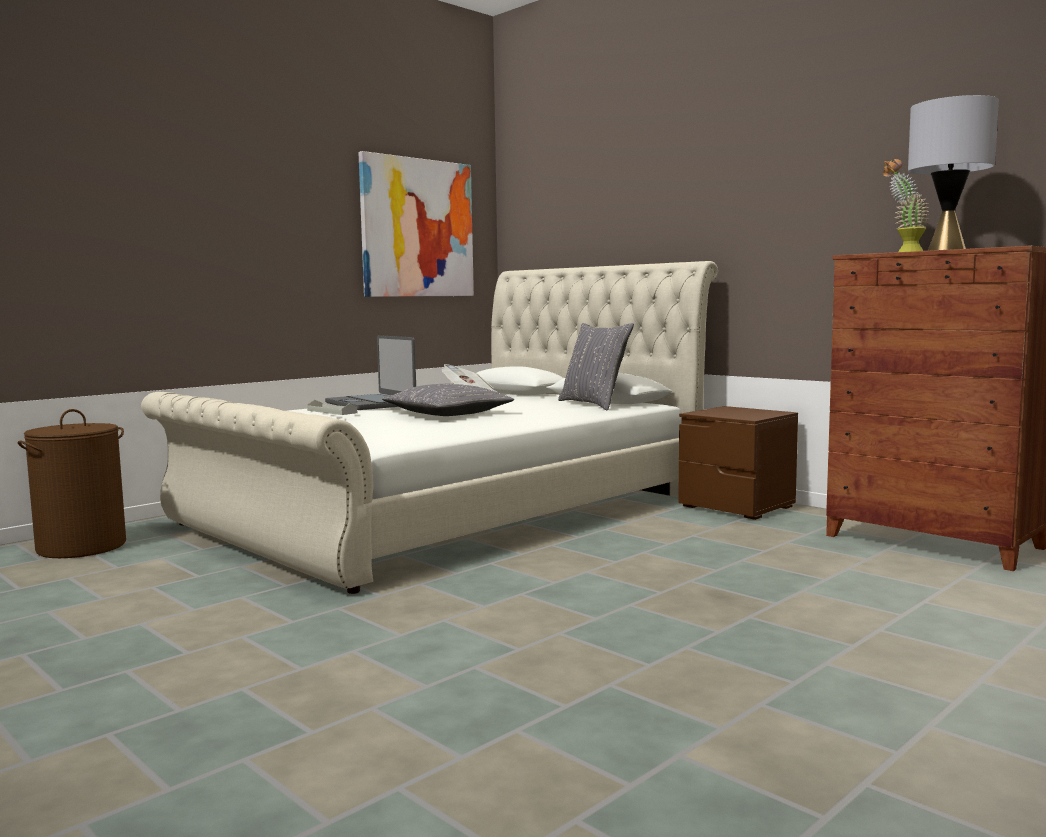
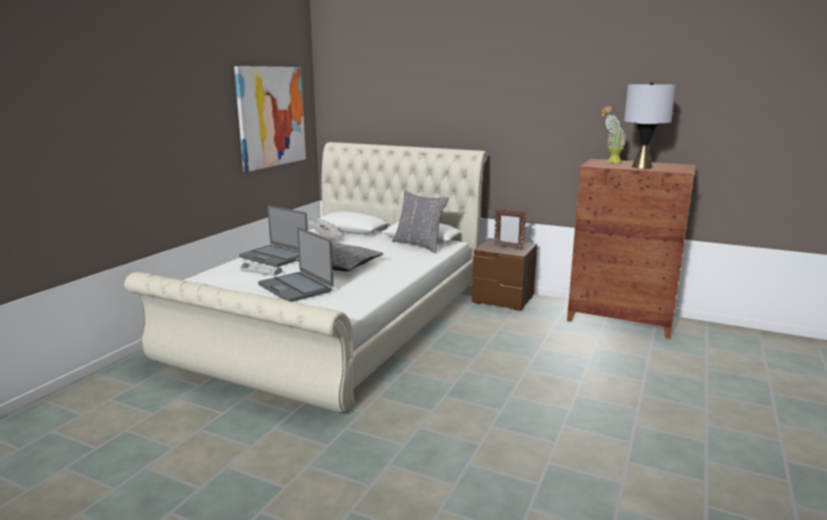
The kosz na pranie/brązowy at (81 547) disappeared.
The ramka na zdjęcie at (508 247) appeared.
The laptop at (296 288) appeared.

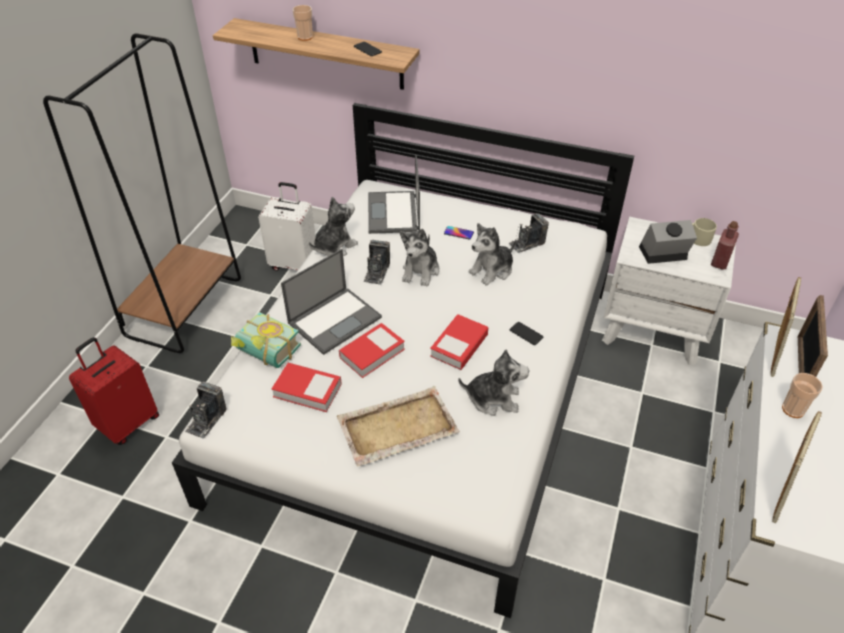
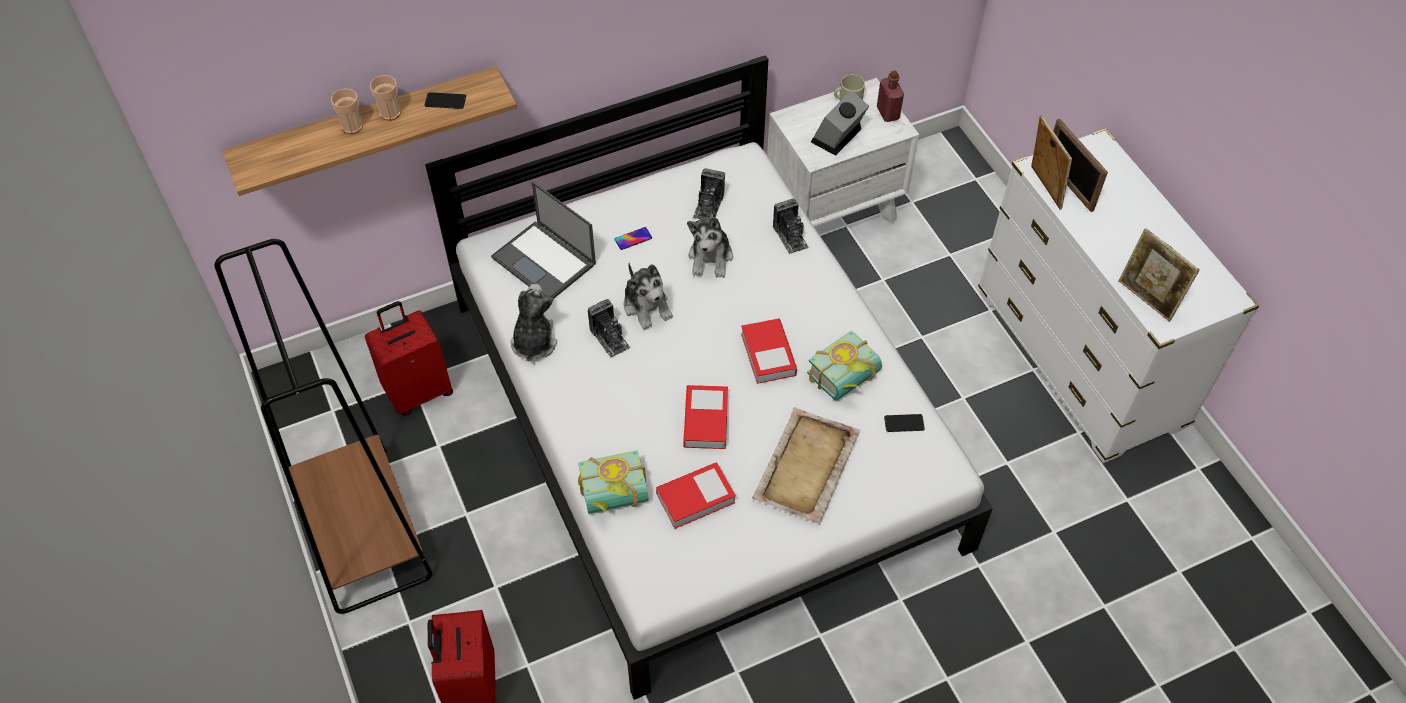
The walizka/biały at (294 263) became the walizka/czerwony at (418 391).
The laptop at (335 319) disappeared.
The telefon moved from (526 334) to (904 423).
The pluszak at (493 398) was replaced by the książka at (847 380).
The filiżanka moved from (793 409) to (390 113).
The aparat fotograficzny moved from (206 420) to (790 236).
The ramka na zdjęcie at (781 493) turned 150 degrees clockwise.

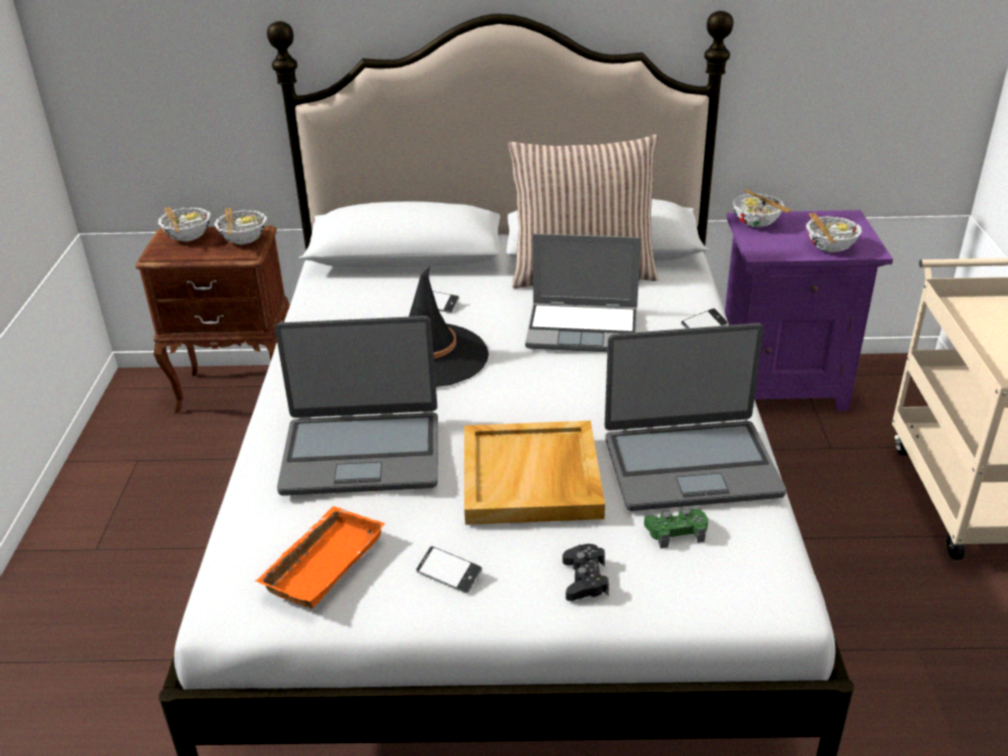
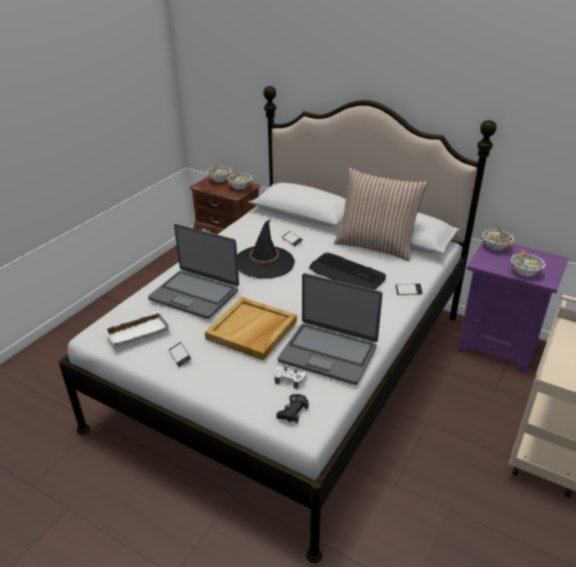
The laptop at (584 329) was replaced by the klawiatura at (347 273).
The taca/pomarańczowy at (322 561) became the taca/biały at (138 331).
The pad do gier/zielony at (676 532) became the pad do gier/biały at (289 379).
The pad do gier/czarny moved from (585 579) to (293 411).

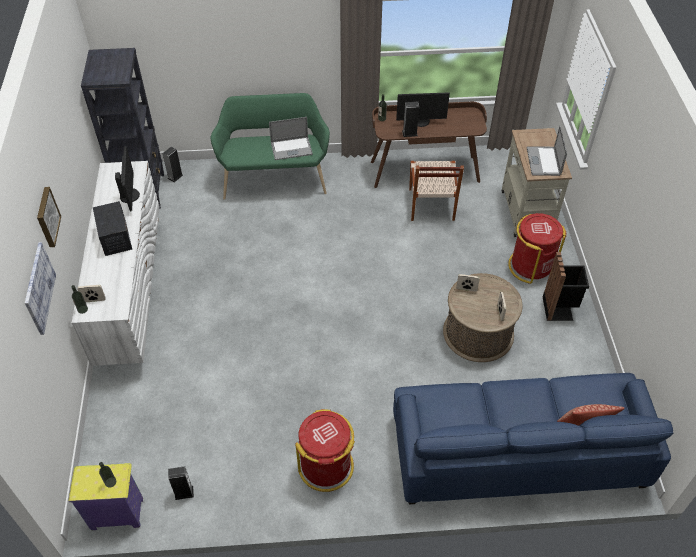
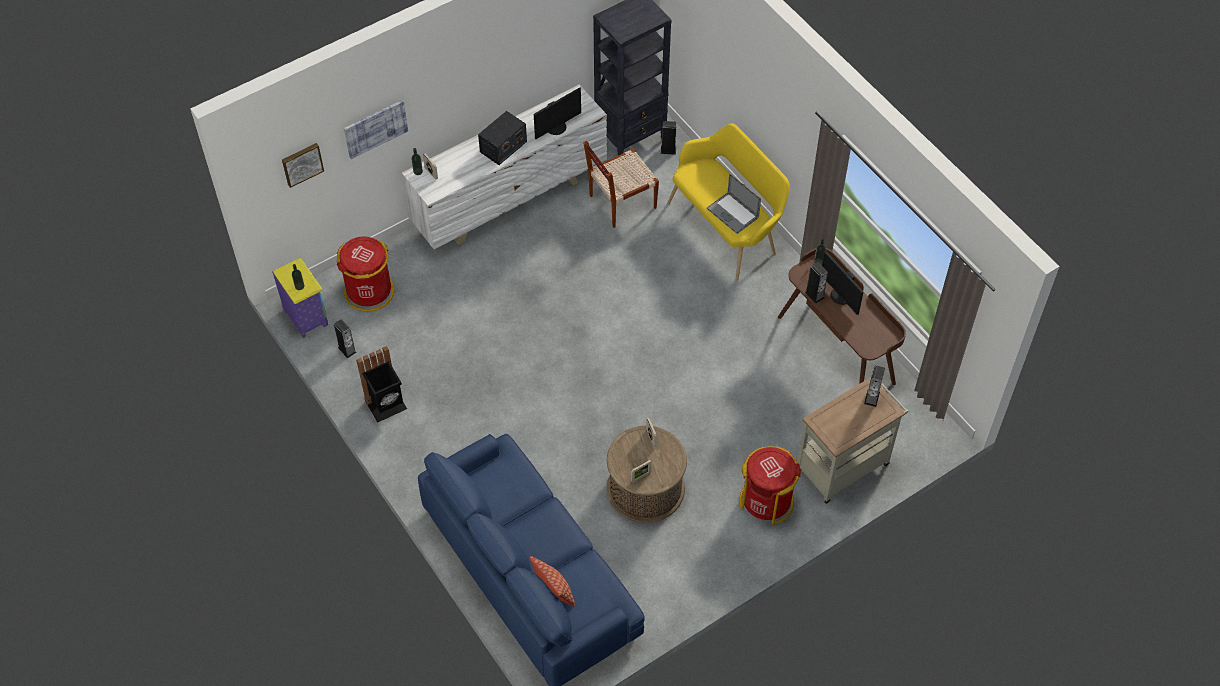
The ławka/zielony at (274 178) became the ławka/żółty at (726 227).
The laptop at (543 161) disappeared.
The krzesło moved from (431 206) to (621 203).
The obraz moved from (47 217) to (302 164).
The kosz na śmieci/czarny moved from (559 308) to (387 406).
The kosz na śmieci/czerwony moved from (326 466) to (369 292).
The głośnik at (872 398) appeared.

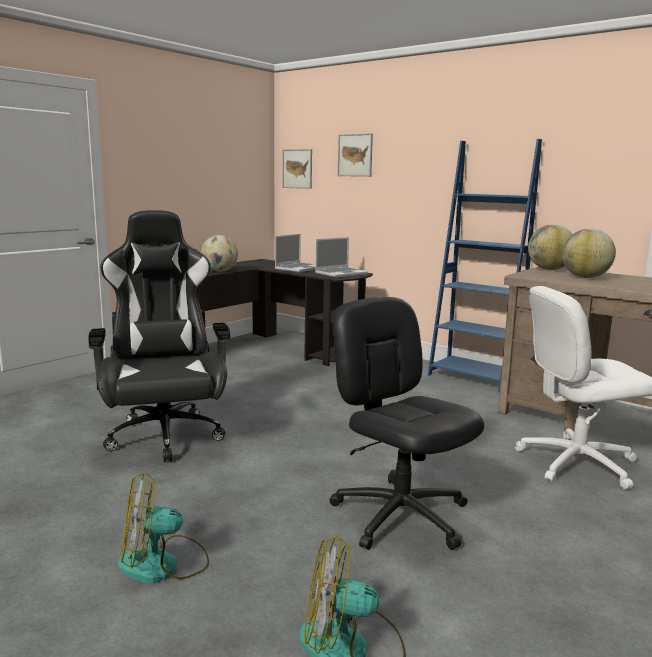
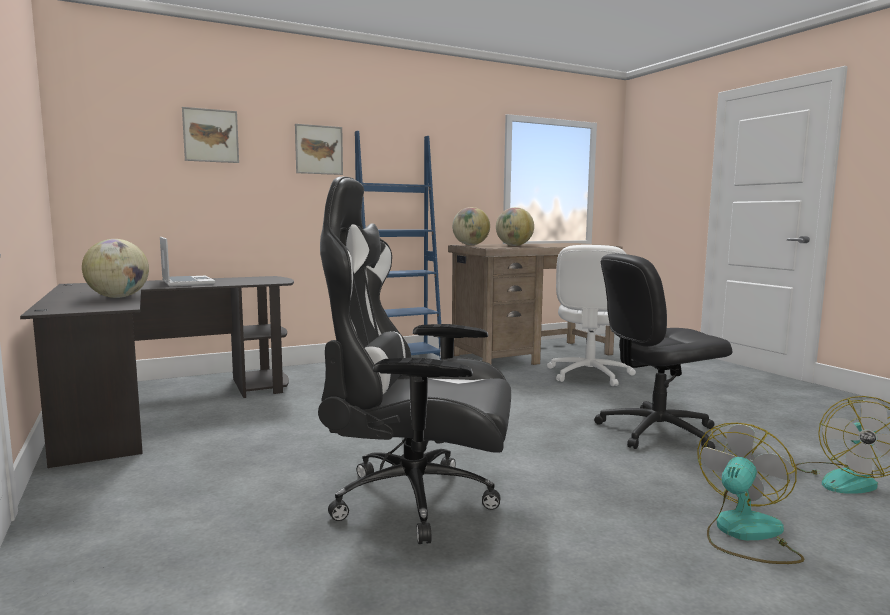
The obraz moved from (297 169) to (319 150).
The laptop at (341 273) disappeared.
The wentylator at (163 565) turned 150 degrees counterclockwise.

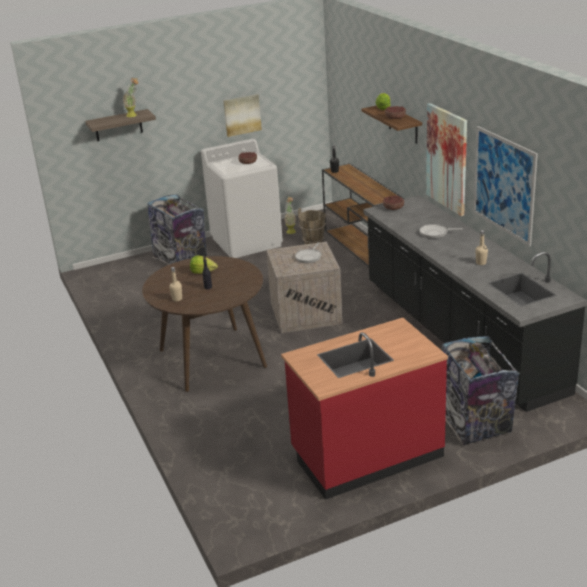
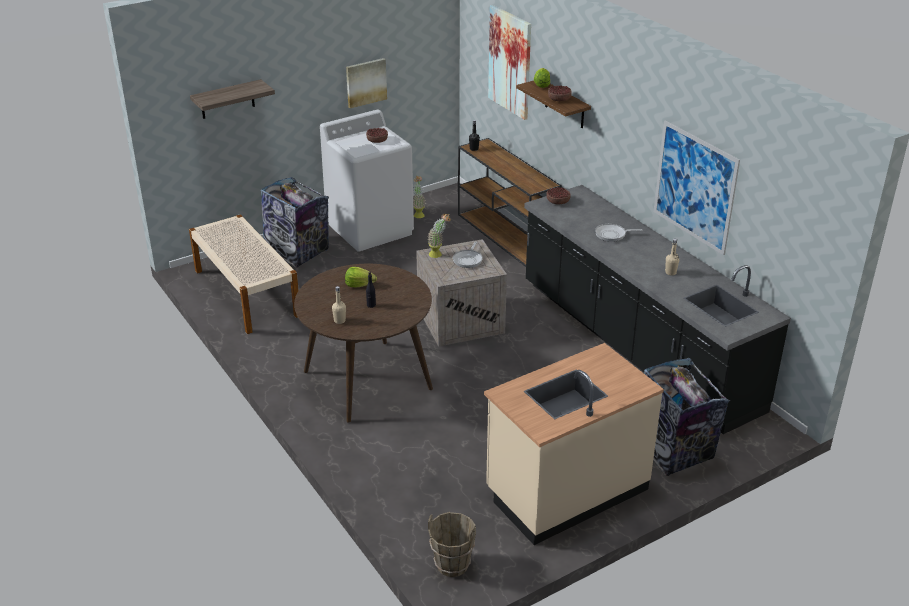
The roślina doniczkowa moved from (134 115) to (438 254).
The obraz moved from (447 159) to (510 62).
The wiadro/brązowy moved from (313 241) to (452 564).
The zabudowa kuchenna/czerwony at (366 454) became the zabudowa kuchenna/beżowy at (566 490).
The ławka/beżowy at (245 293) appeared.

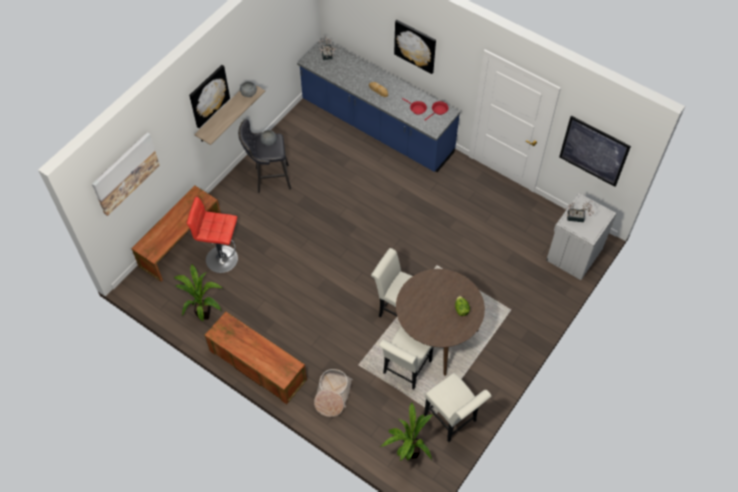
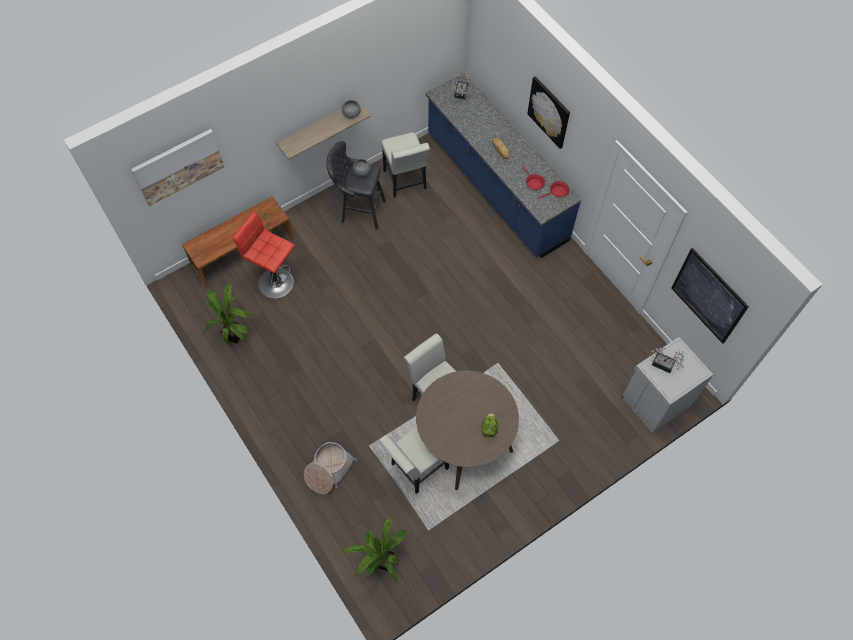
The obraz at (209 96) disappeared.
The ławka/brązowy at (256 365) disappeared.
The krzesło/biały moved from (452 420) to (406 182).

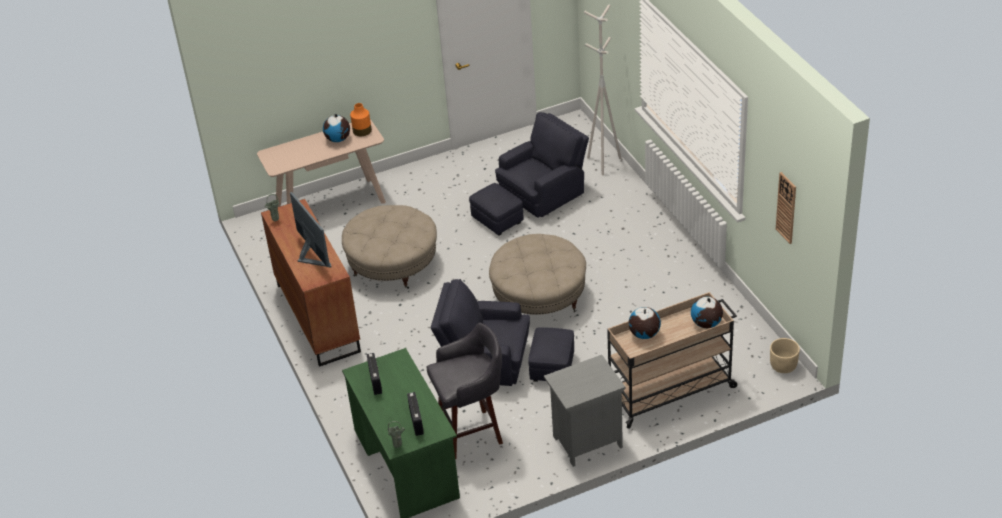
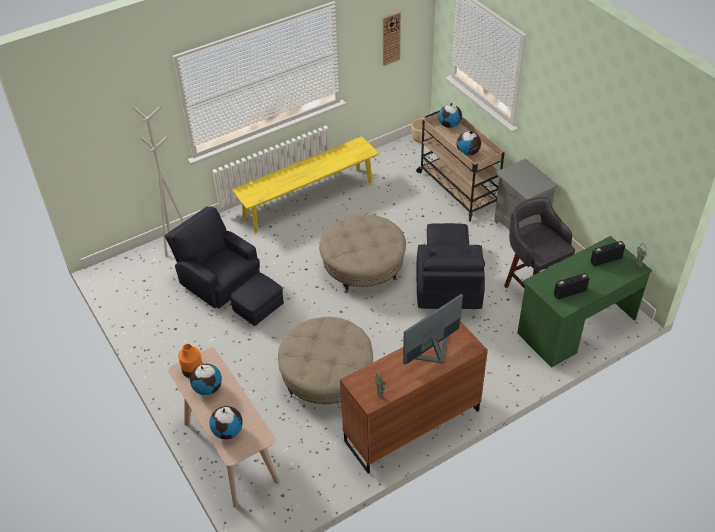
The ławka/żółty at (308 199) appeared.
The globus at (228 431) appeared.

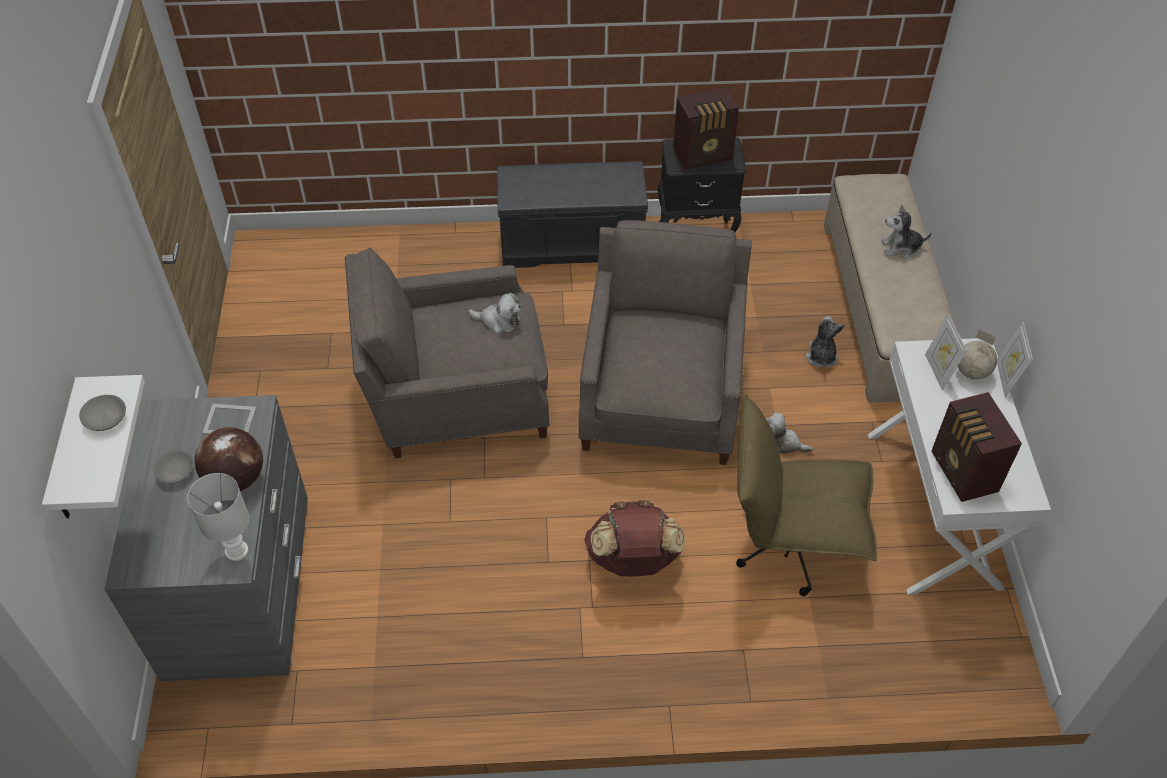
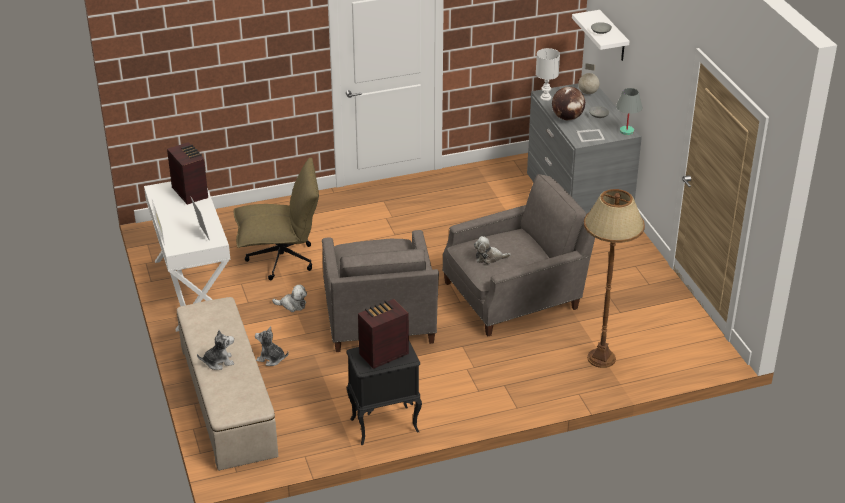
The ławka/szary at (573 242) disappeared.
The pluszak at (821 356) turned 120 degrees clockwise.
The globus moved from (971 372) to (588 93).
The plecak/brązowy at (633 560) disappeared.
The lampa stołowa/szary at (627 131) appeared.
The lampa stojąca/brązowy at (601 358) appeared.

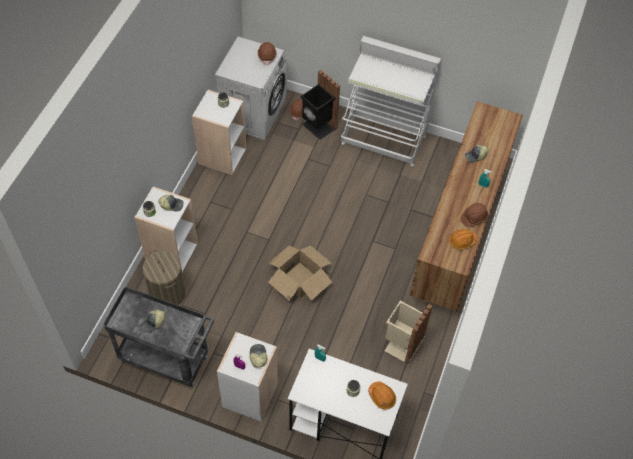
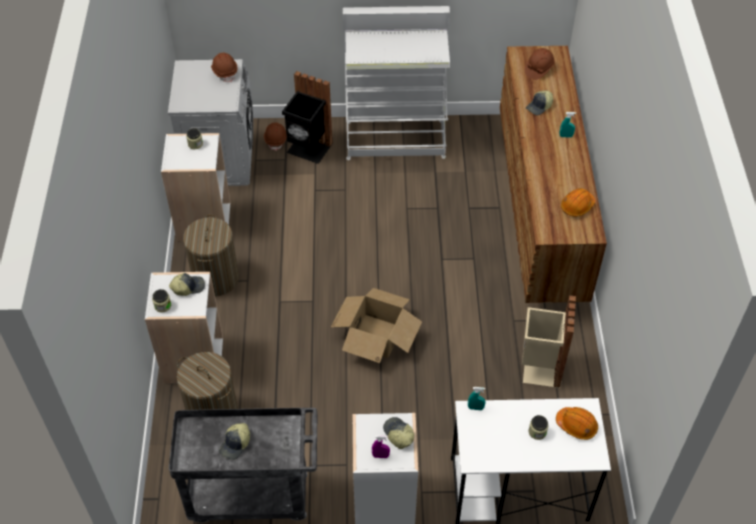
The kask/brązowy moved from (473 218) to (539 69).
The kosz na pranie at (215 278) appeared.

